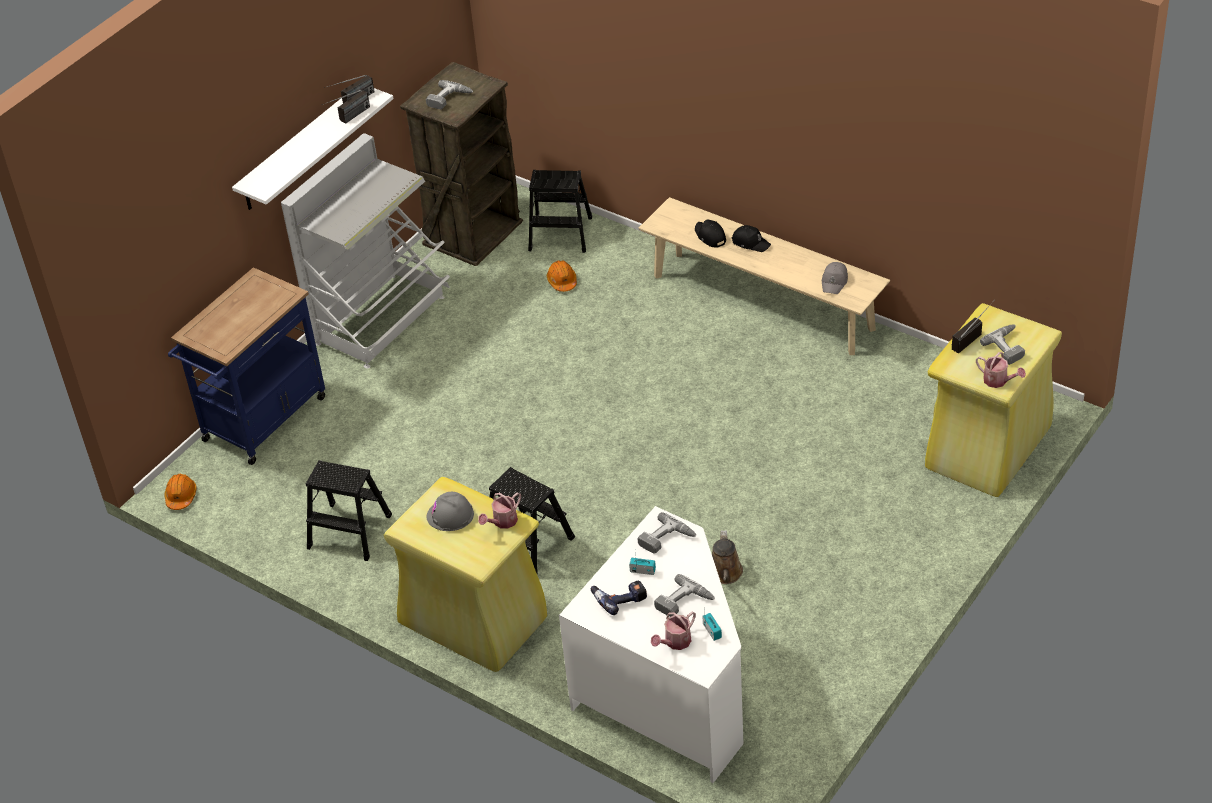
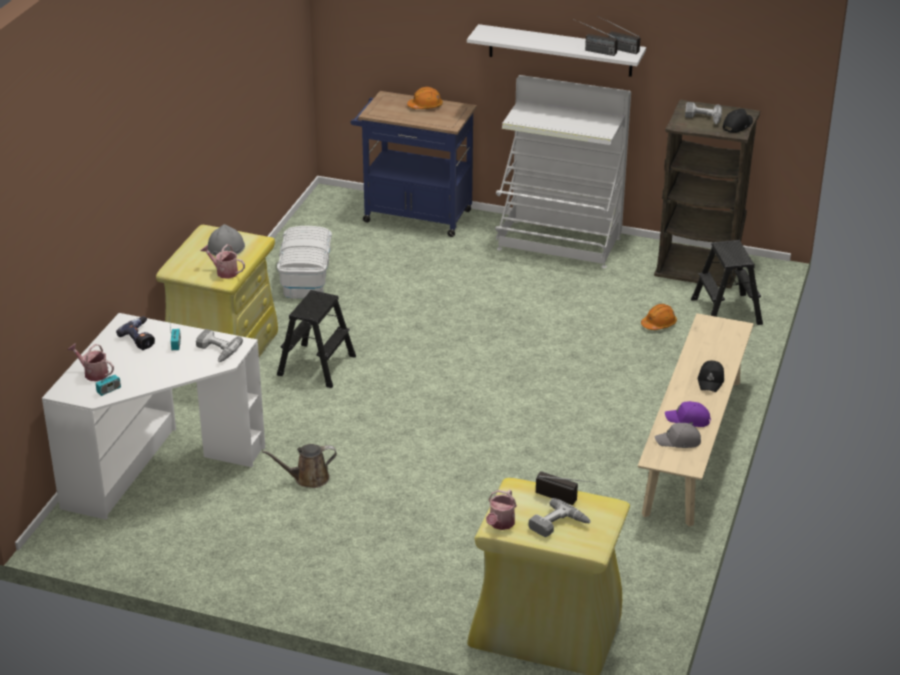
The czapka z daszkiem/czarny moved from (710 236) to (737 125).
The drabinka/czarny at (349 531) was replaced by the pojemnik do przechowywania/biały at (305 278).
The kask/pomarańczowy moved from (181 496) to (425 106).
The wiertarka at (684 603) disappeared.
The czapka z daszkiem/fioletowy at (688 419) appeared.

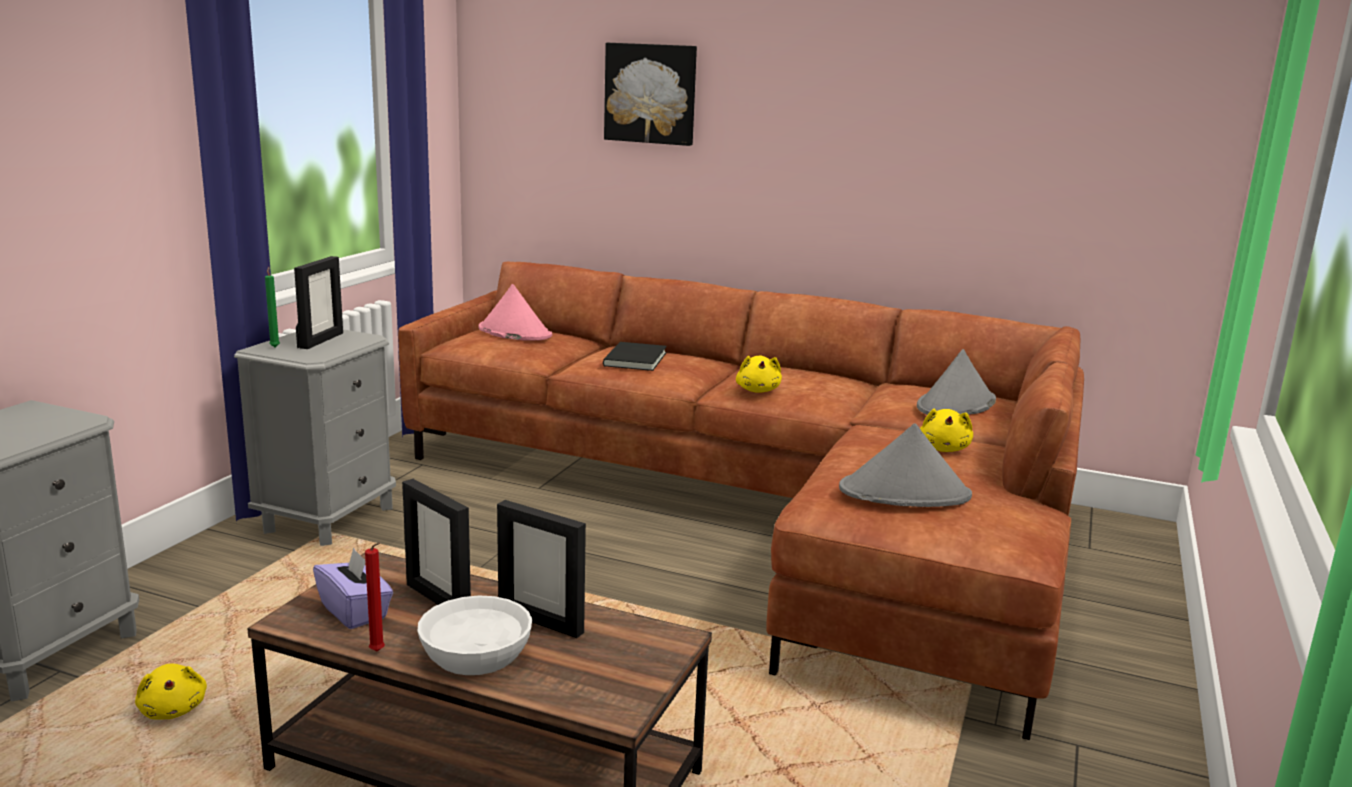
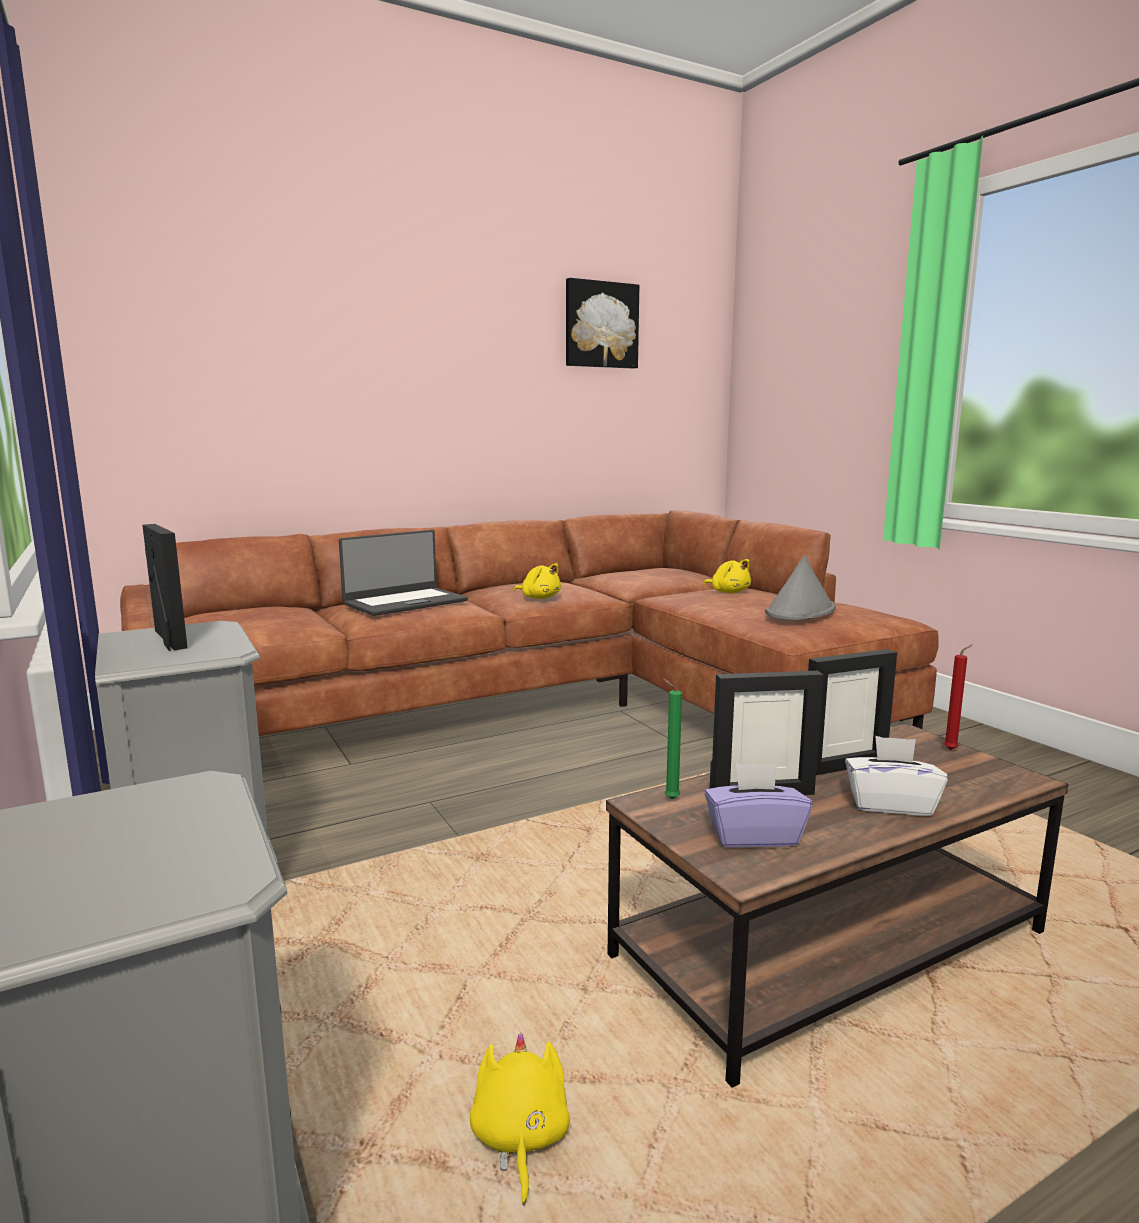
The obraz moved from (651 93) to (600 325).
The świeca/zielony moved from (275 347) to (669 798).
The kapelusz/różowy at (514 332) disappeared.
The książka/czarny at (637 359) was replaced by the laptop at (405 602).
The kapelusz/szary at (956 405) disappeared.
The świeca/czerwony moved from (378 652) to (952 750).
The miska/biały at (474 654) was replaced by the pudełko chusteczek/biały at (890 804).
The pluszak/żółty at (173 709) turned 105 degrees counterclockwise.

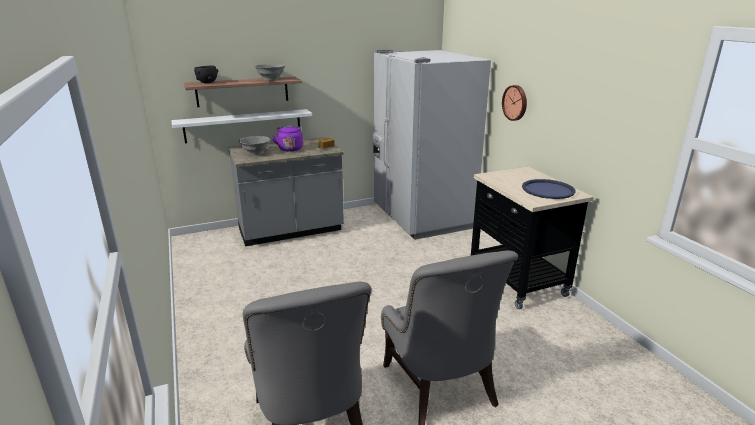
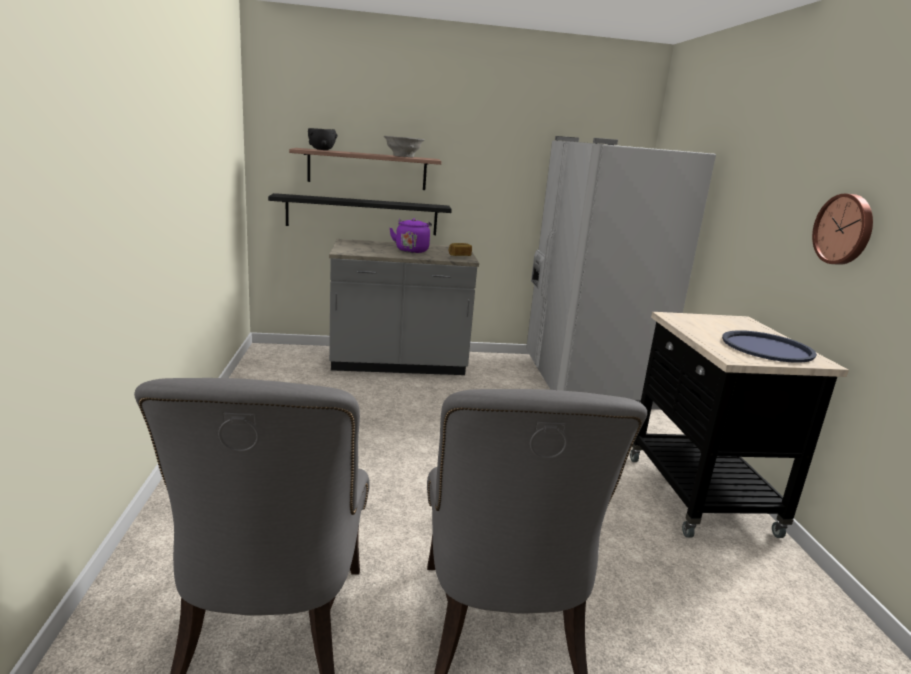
The zegar ścienny moved from (515 102) to (845 229).
The półka/biały at (243 126) became the półka/czarny at (362 215).
The miska/szary at (255 153) disappeared.

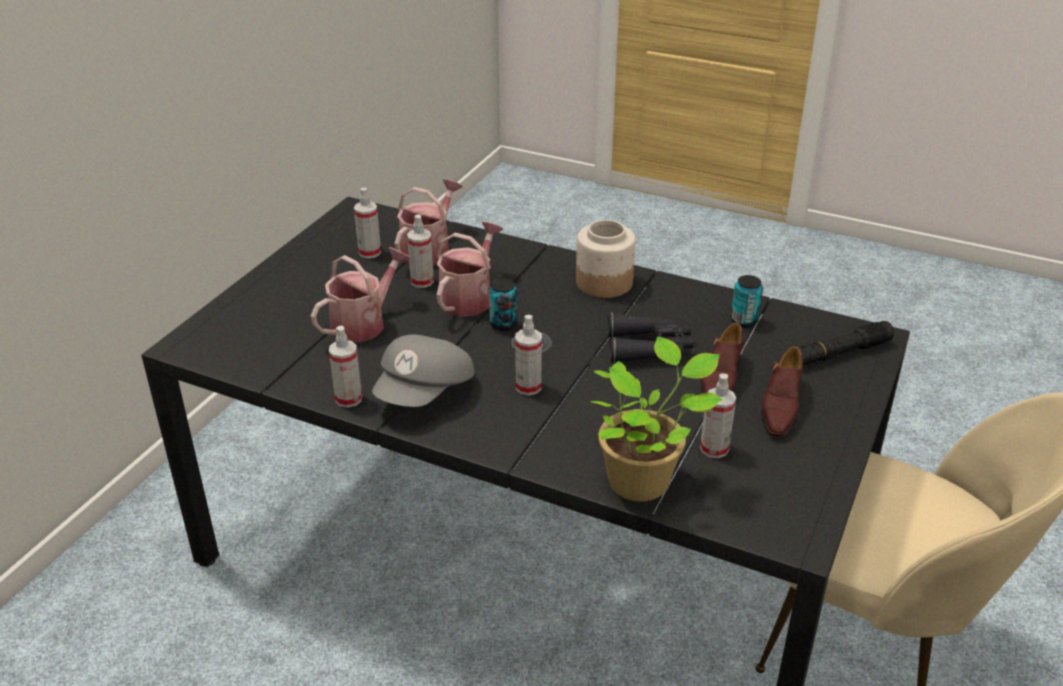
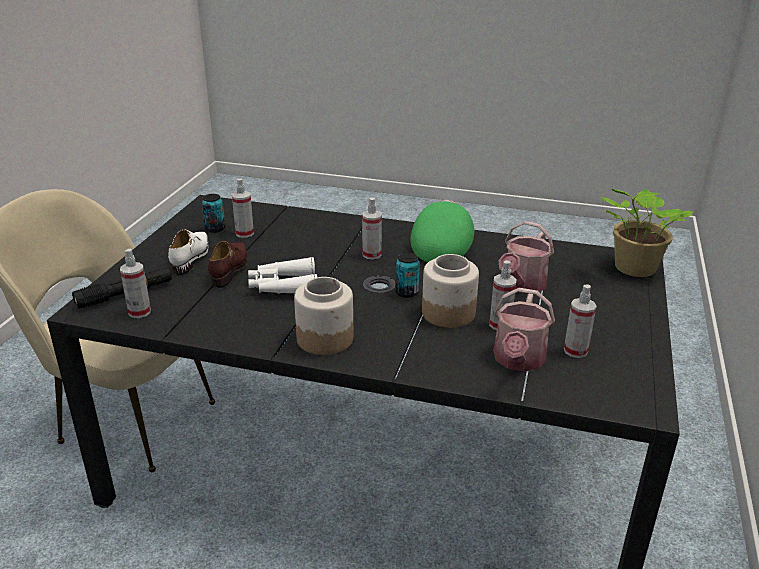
The konewka at (469 297) was replaced by the słoik at (447 313).
The puszka moved from (744 320) to (215 229).
The lornetka/czarny at (649 347) became the lornetka/biały at (283 286).
The spryskiwacz moved from (348 399) to (139 312).
The czapka z daszkiem/szary at (425 392) became the czapka z daszkiem/zielony at (442 246).
The roślina doniczkowa moved from (643 480) to (632 269).
The but/brązowy at (780 407) became the but/biały at (192 257).

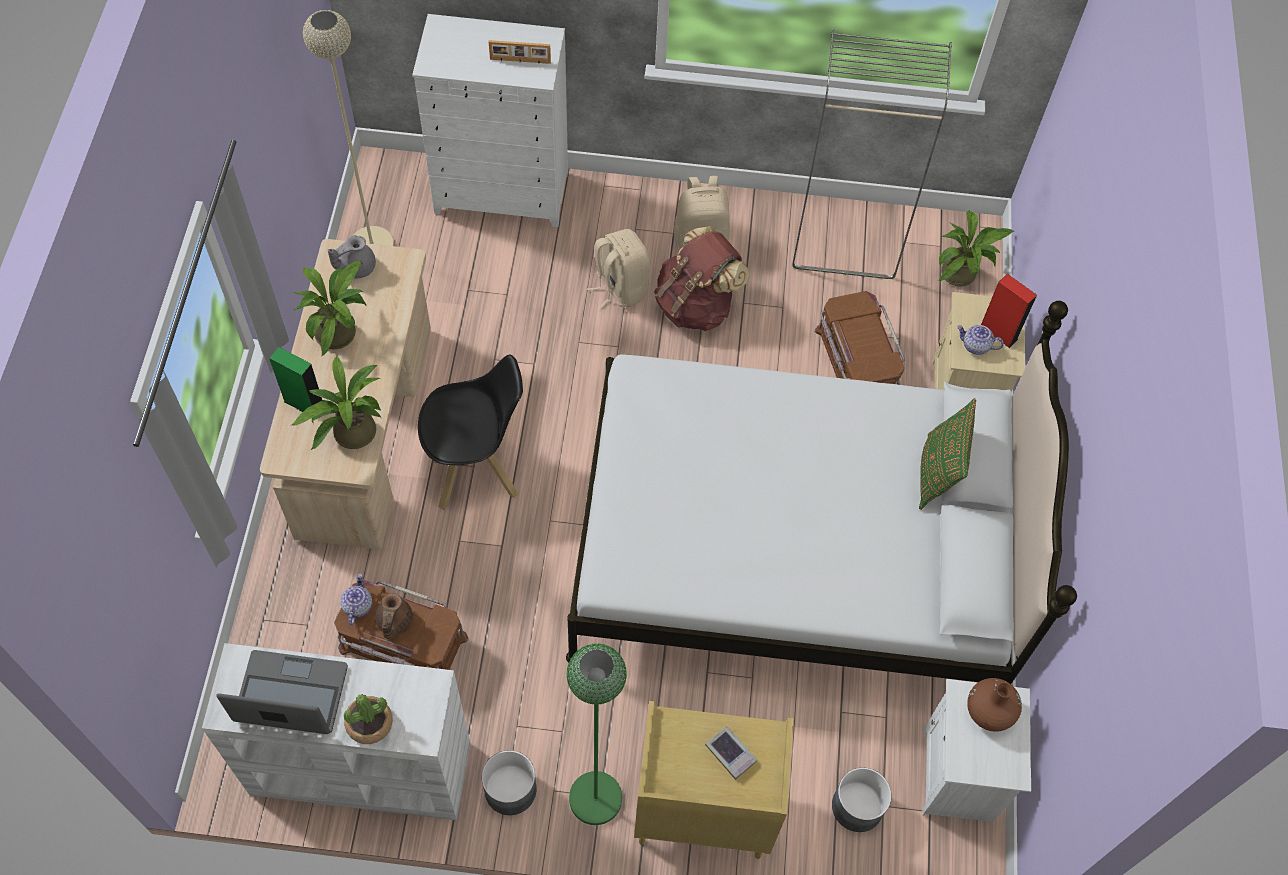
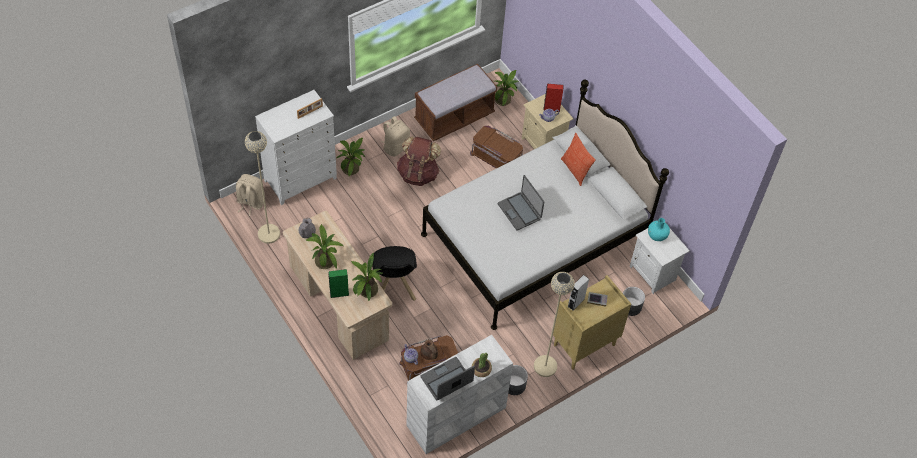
The wieszak/szary at (845 250) was replaced by the ławka/brązowy at (454 117).
The plecak/beżowy moved from (620 287) to (250 202).
The krzesło/czarny at (476 466) turned 135 degrees clockwise.
The poduszka/zielony at (937 474) became the poduszka/pomarańczowy at (575 170).
The lampa stojąca/zielony at (595 799) became the lampa stojąca/beżowy at (545 367).
The wazon/brązowy at (988 712) became the wazon/turkusowy at (657 235).
The roślina doniczkowa at (352 168) appeared.
The laptop at (519 211) appeared.
The głośnik/szary at (576 302) appeared.

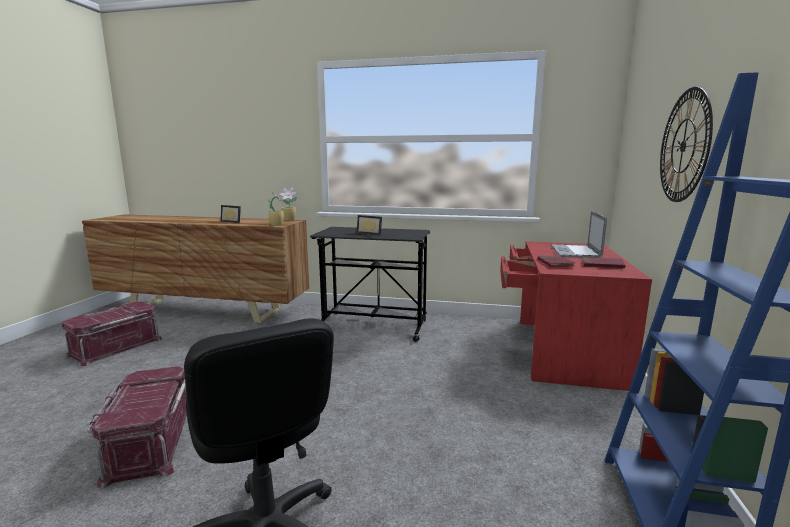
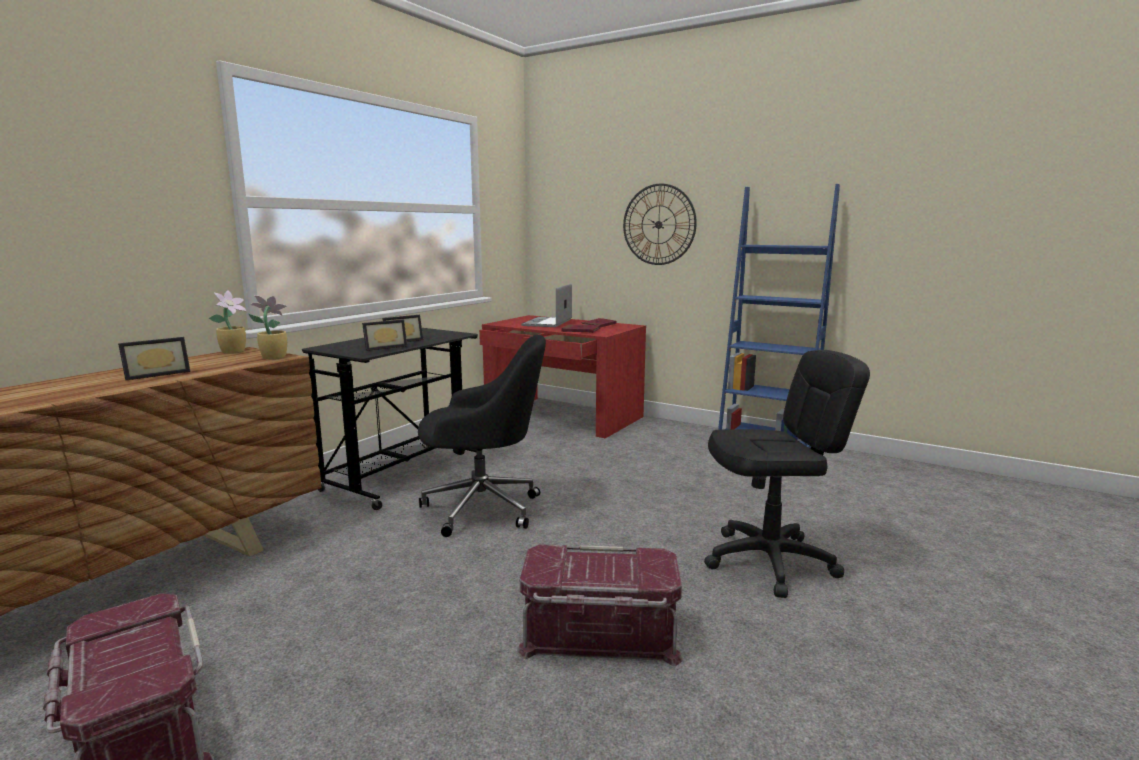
The laptop at (575 252) turned 75 degrees clockwise.
The ramka na zdjęcie at (384 347) appeared.
The krzesło biurowe/czarny at (483 509) appeared.

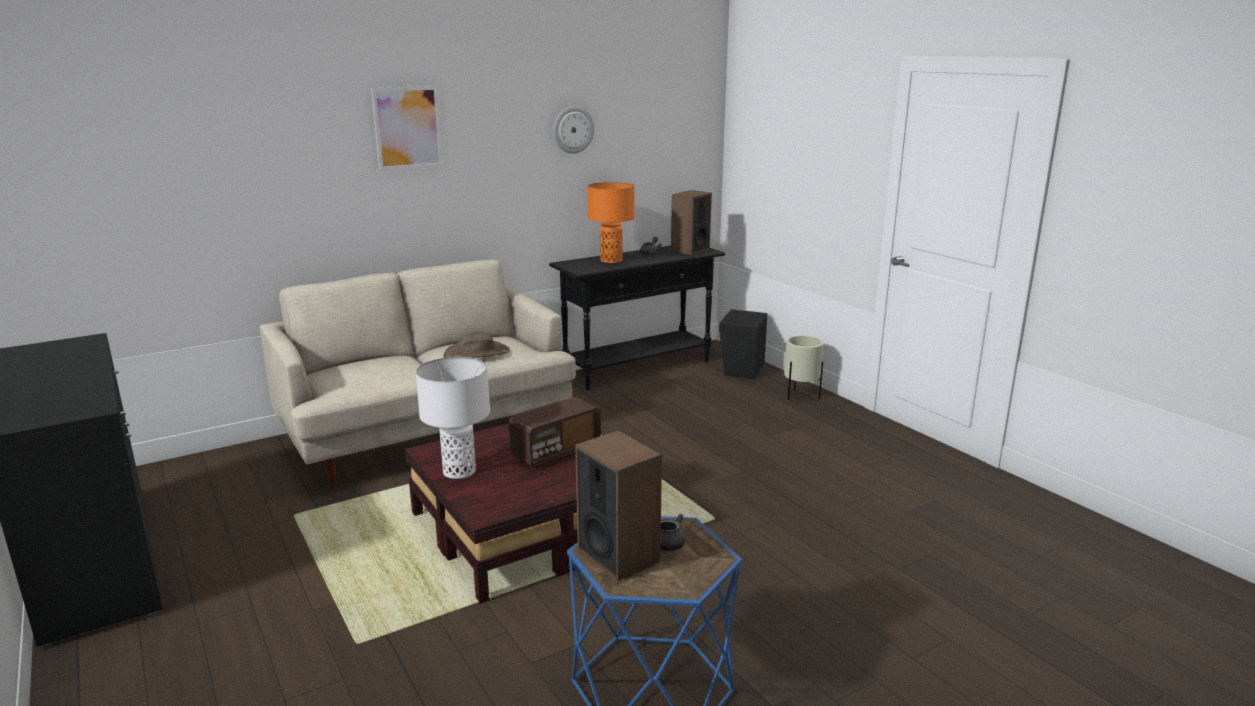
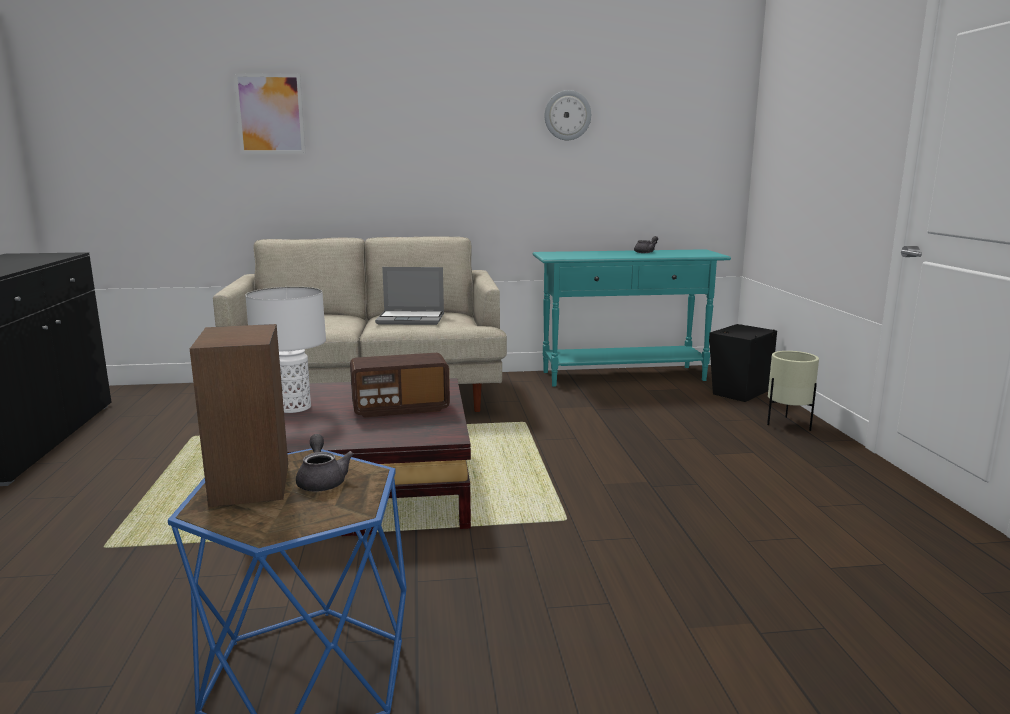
The obraz moved from (408 128) to (270 114).
The lampa stołowa/pomarańczowy at (611 260) disappeared.
The głośnik at (690 250) disappeared.
The stolik konsolowy/czarny at (638 368) became the stolik konsolowy/turkusowy at (624 376).
The kapelusz/brązowy at (477 353) was replaced by the laptop at (412 319).

